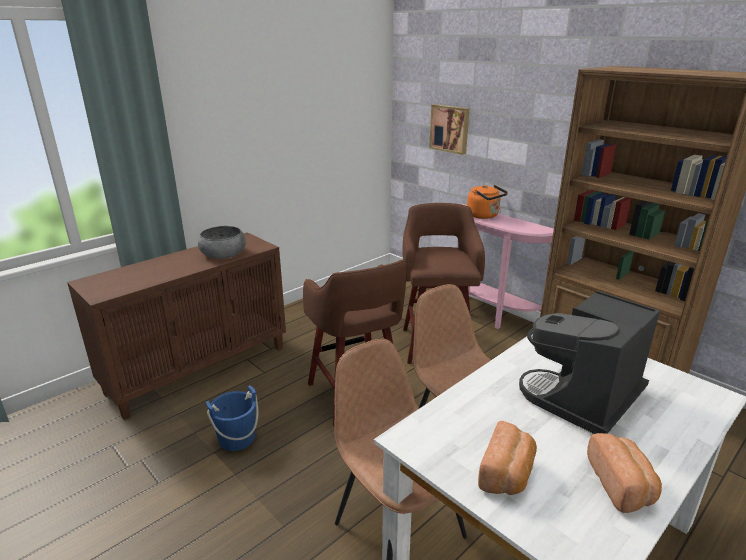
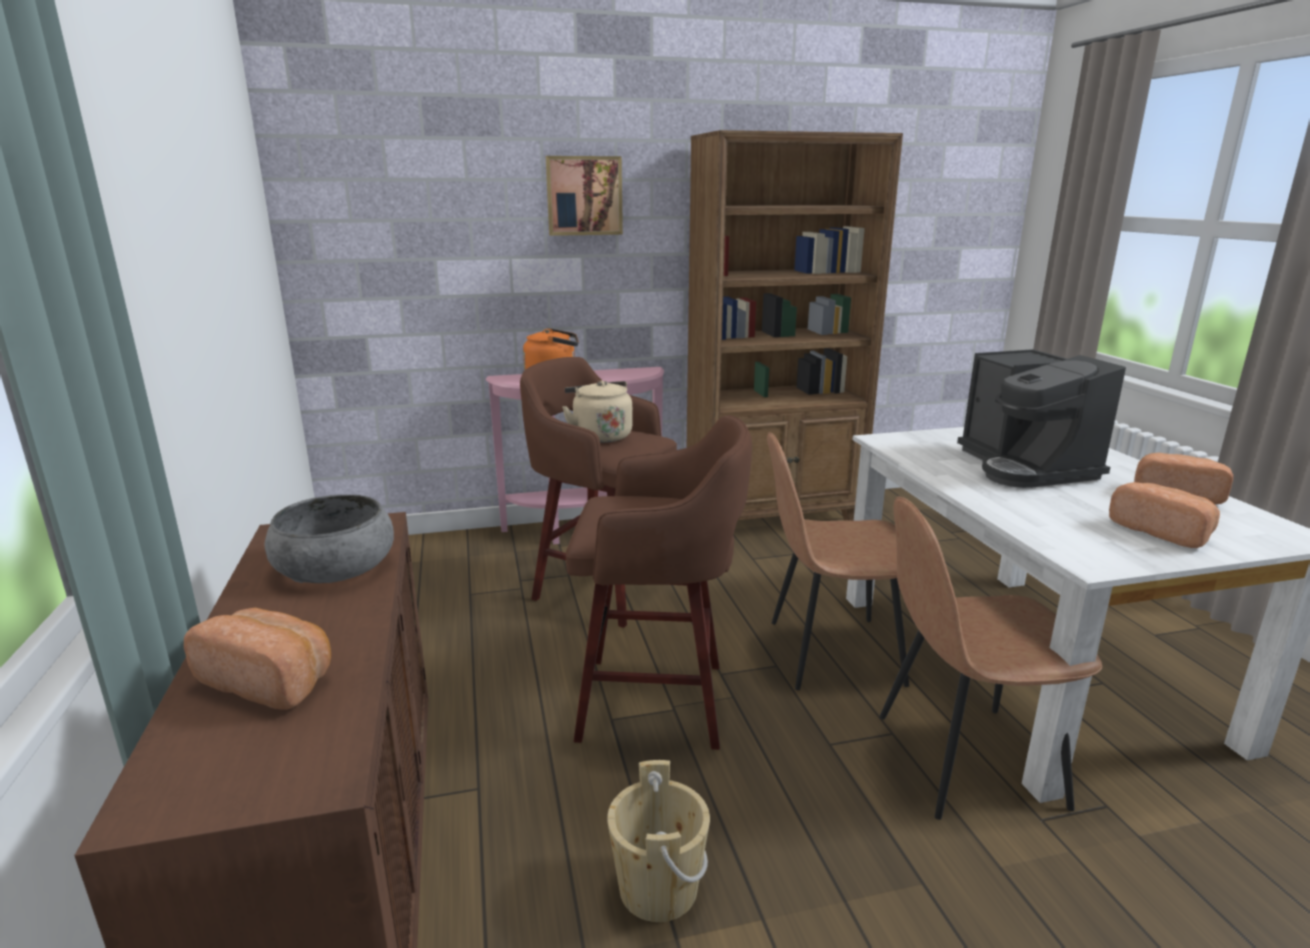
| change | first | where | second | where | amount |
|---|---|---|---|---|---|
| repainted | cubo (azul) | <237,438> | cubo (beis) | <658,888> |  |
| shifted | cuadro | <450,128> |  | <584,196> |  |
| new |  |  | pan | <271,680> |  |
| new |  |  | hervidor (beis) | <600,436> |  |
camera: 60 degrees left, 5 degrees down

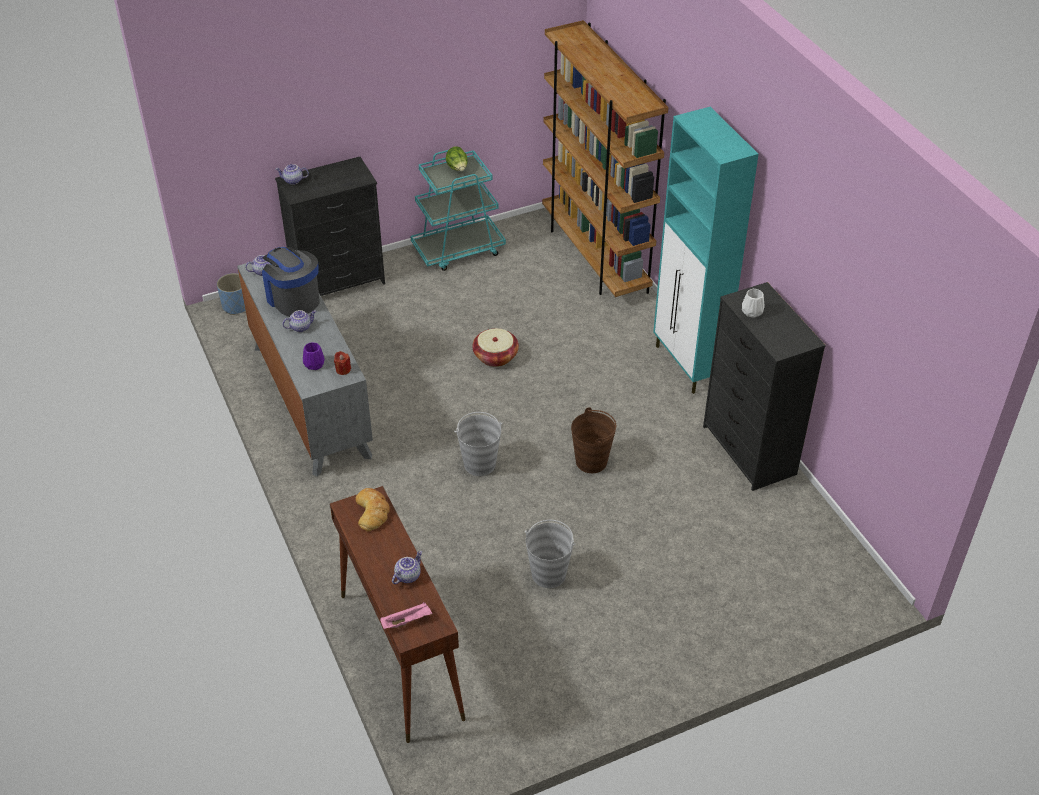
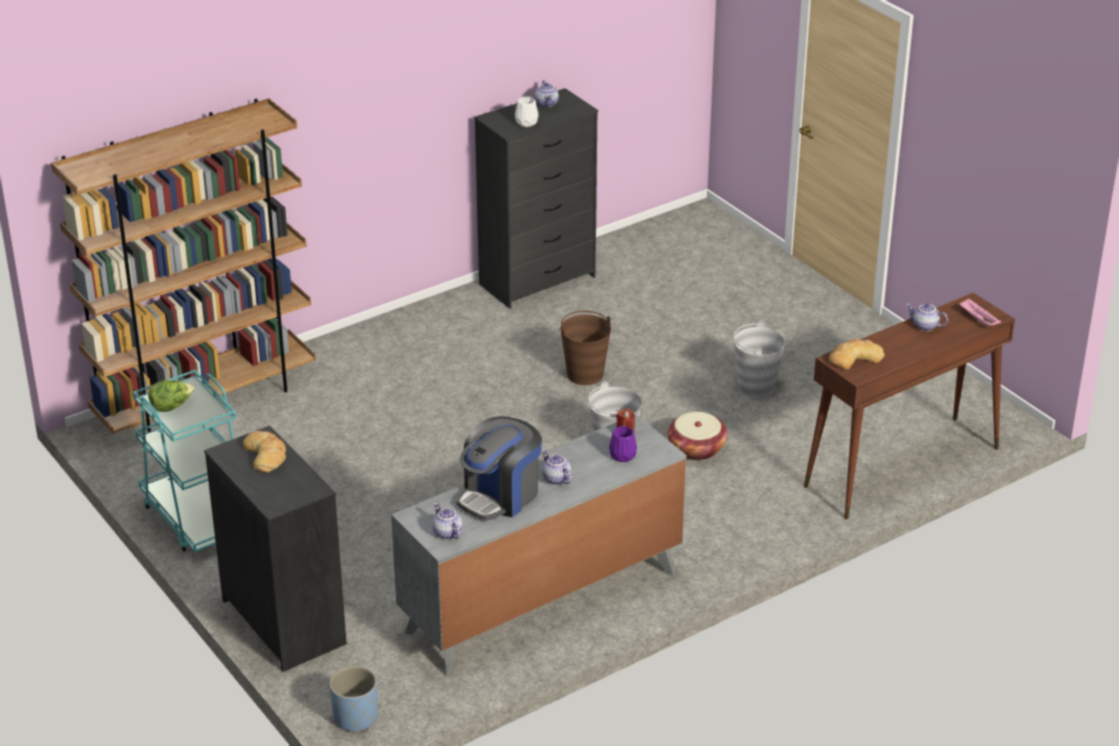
| change | first | where | second | where | amount |
|---|---|---|---|---|---|
| shifted | tetera | <293,181> |  | <547,104> |  |
| shifted | cesta | <495,356> |  | <696,448> |  |
| gone | armario (turquesa) | <688,366> |  |  |  |
| new |  |  | pan | <266,454> |  |
camera: 100 degrees left, 10 degrees down

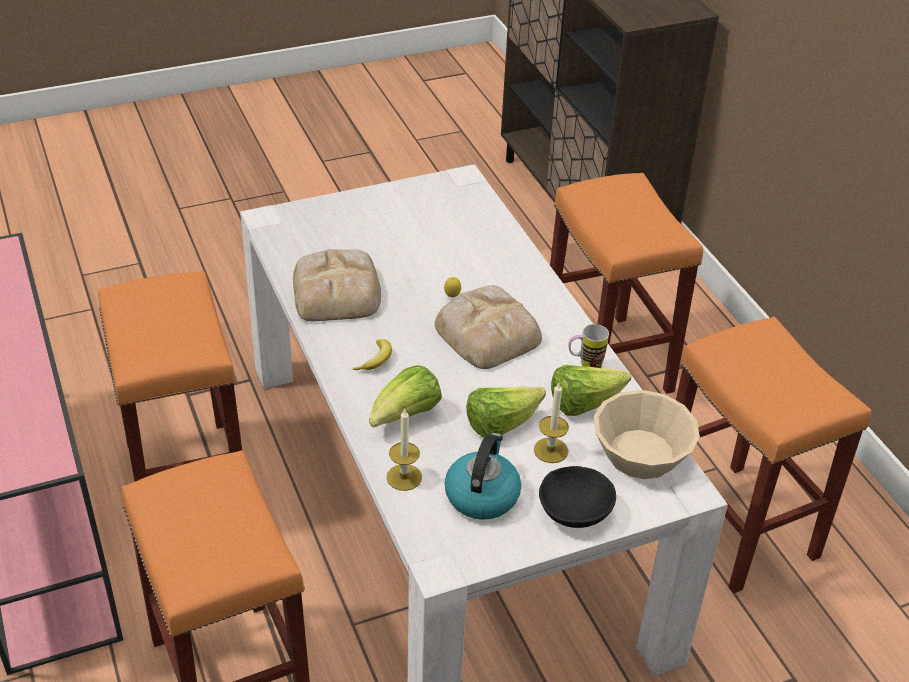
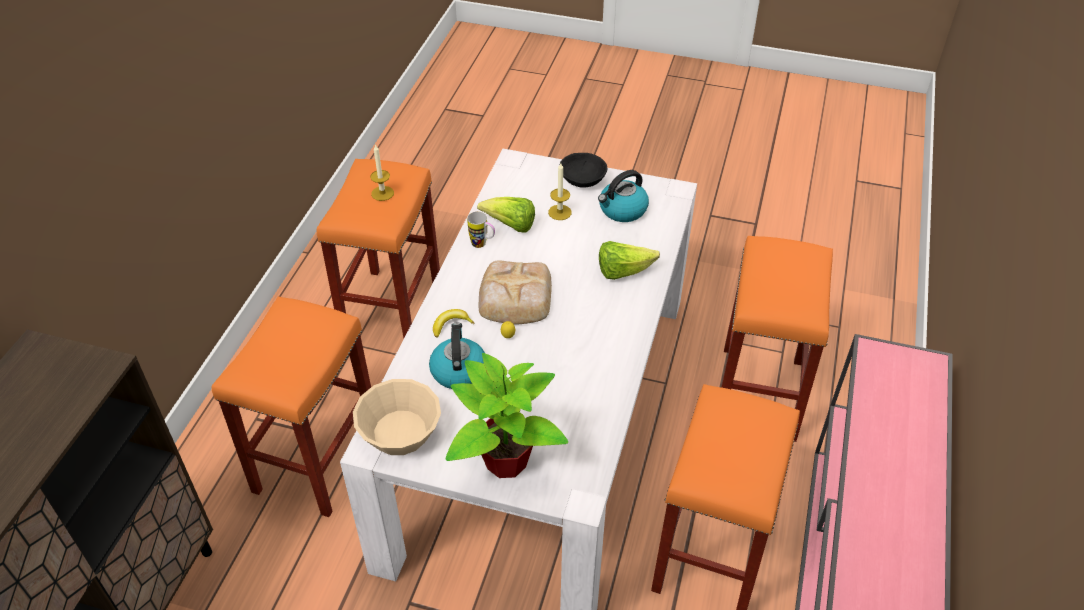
| change | first | where | second | where | amount |
|---|---|---|---|---|---|
| gone | pan | <337,291> |  |  |  |
| shifted | plátano | <376,360> |  | <451,325> |  |
| shifted | vela | <404,477> |  | <382,193> |  |
| gone | lechuga | <501,424> |  |  |  |
| shifted | cuenco (beis) | <641,453> |  | <400,431> |  |
| new |  |  | hervidor | <458,370> |  |
| new |  |  | planta en maceta | <505,461> |  |
camera: 140 degrees left, 5 degrees up

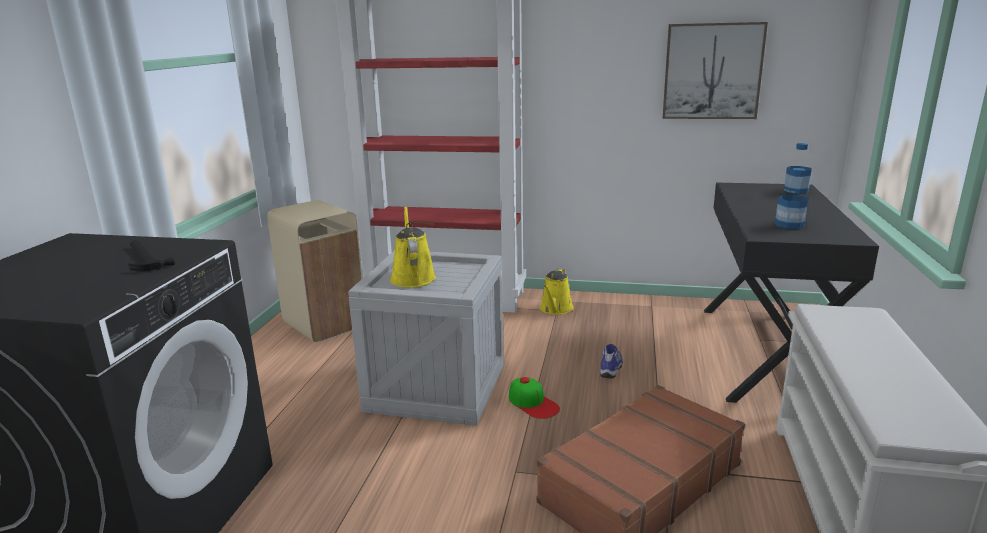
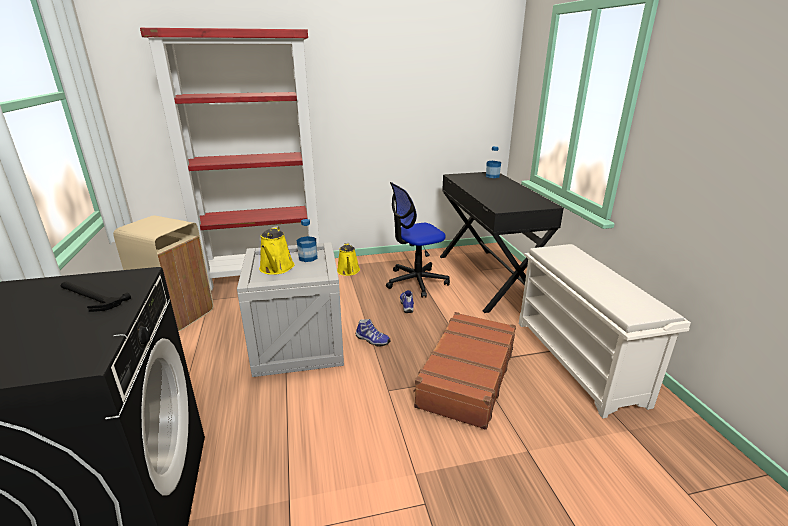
| change | first | where | second | where | amount |
|---|---|---|---|---|---|
| rotated | regadera (amarillo) | <412,277> |  | <276,268> | 150 degrees counterclockwise |
| swapped | gorra | <533,403> | zapato | <372,340> |  |
| gone | cuadro | <712,71> |  |  |  |
| shifted | botella | <789,225> |  | <308,258> |  |
| new |  |  | silla de oficina | <416,281> |  |
camera: 25 degrees left, 5 degrees up

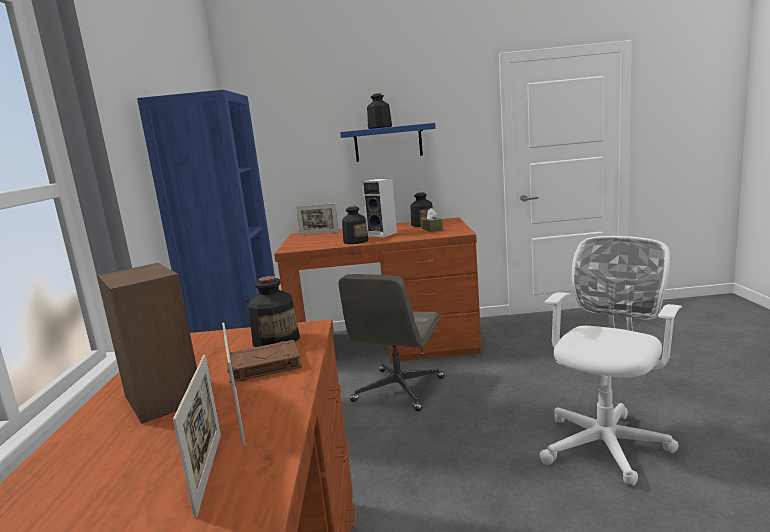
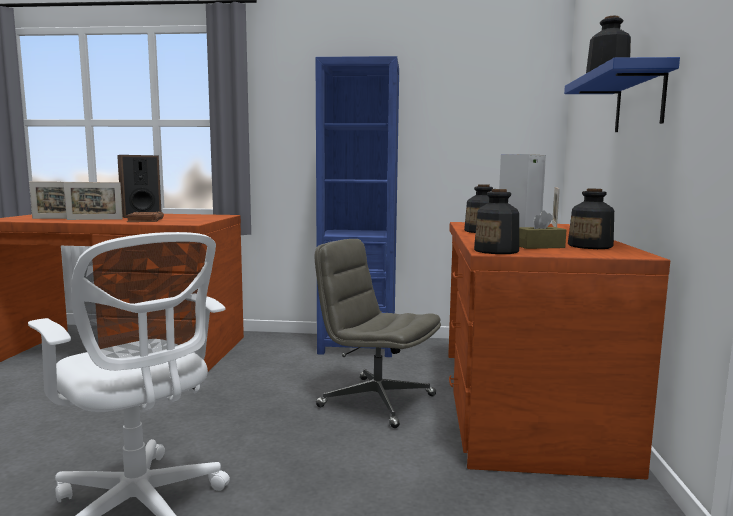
| change | first | where | second | where | amount |
|---|---|---|---|---|---|
| shifted | botella | <276,340> |  | <496,251> |  |
camera: 95 degrees right, 5 degrees down

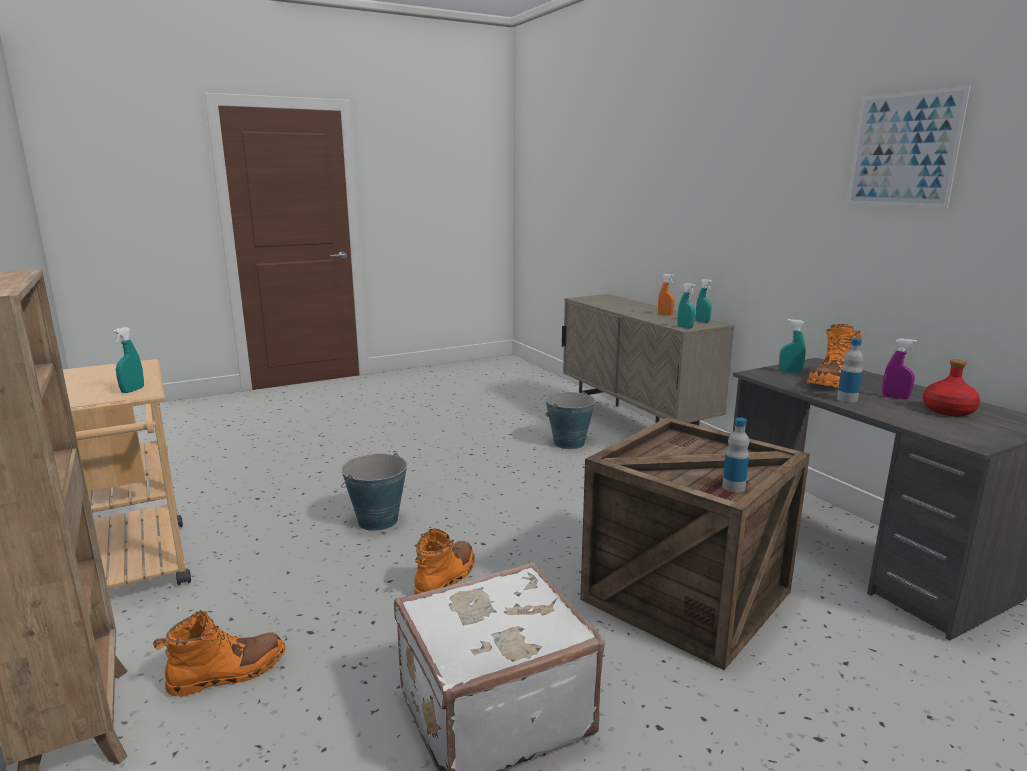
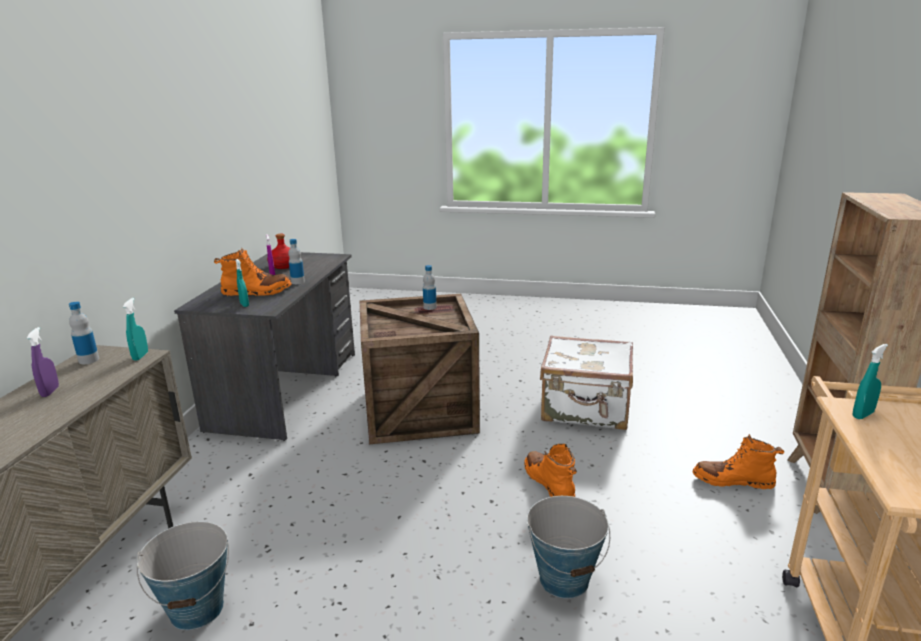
| change | first | where | second | where | amount |
|---|---|---|---|---|---|
| rotated | bota (naranja) | <446,578> |  | <549,483> | 90 degrees clockwise |
| repainted | pulverizador (naranja) | <665,314> | pulverizador (morado) | <50,391> |  |
| swapped | pulverizador (turquesa) | <702,321> | botella | <89,360> |  |
| gone | cuadro | <903,150> |  |  |  |
camera: 140 degrees left, 5 degrees up

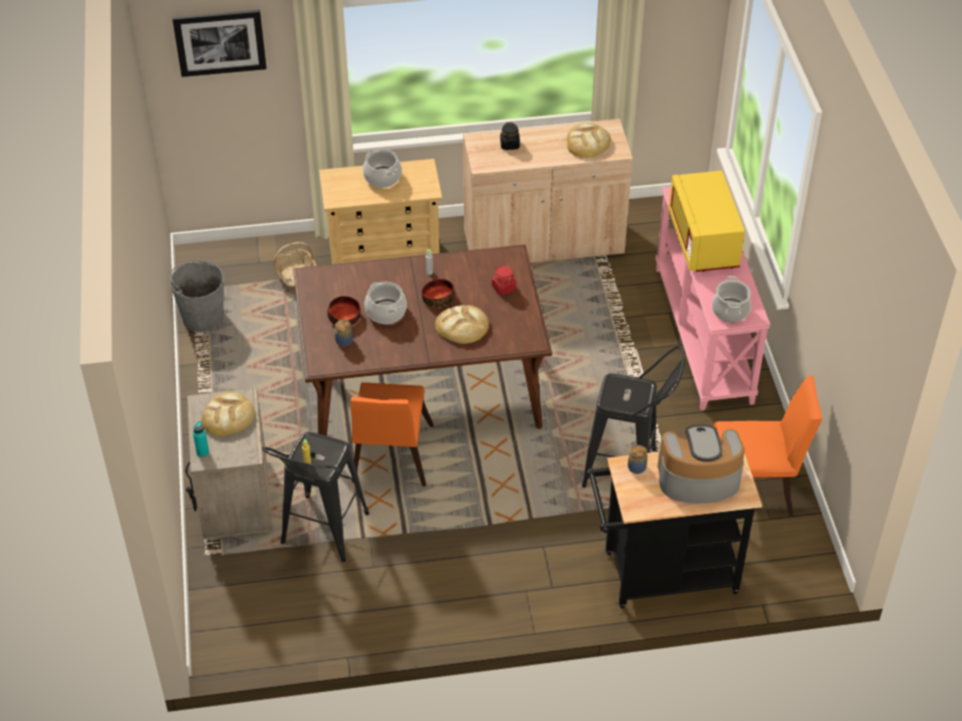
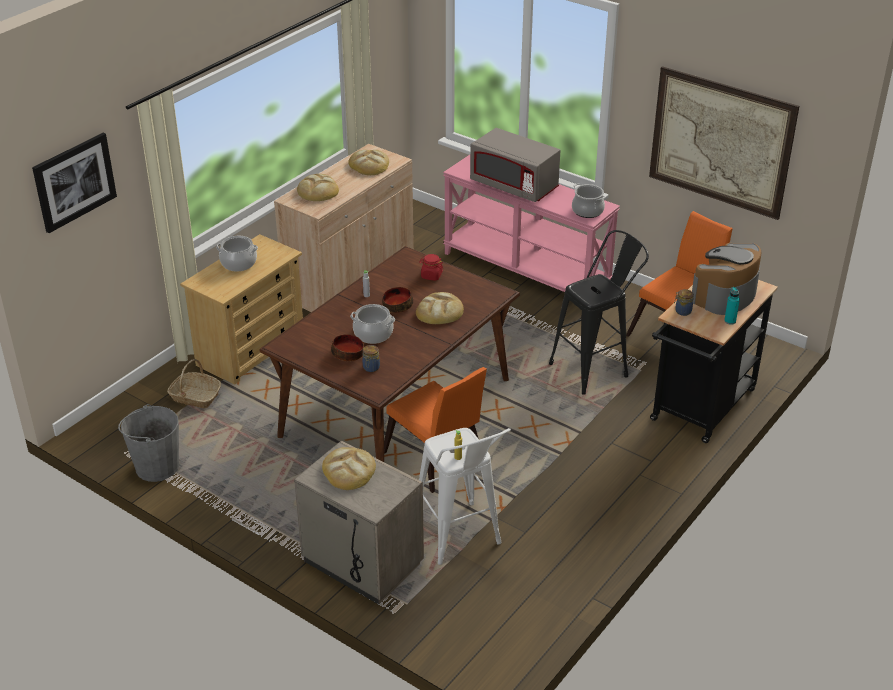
| change | first | where | second | where | amount |
|---|---|---|---|---|---|
| shifted | botella (turquesa) | <202,452> |  | <730,321> |  |
| repainted | taburete (negro) | <320,535> | taburete (blanco) | <460,540> |  |
| swapped | tarro (negro) | <509,145> | pan | <318,191> |  |
| repainted | microondas (amarillo) | <703,242> | microondas (gris) | <514,186> |  |
| new |  |  | cuadro | <720,142> |  |
camera: 45 degrees left, 10 degrees down

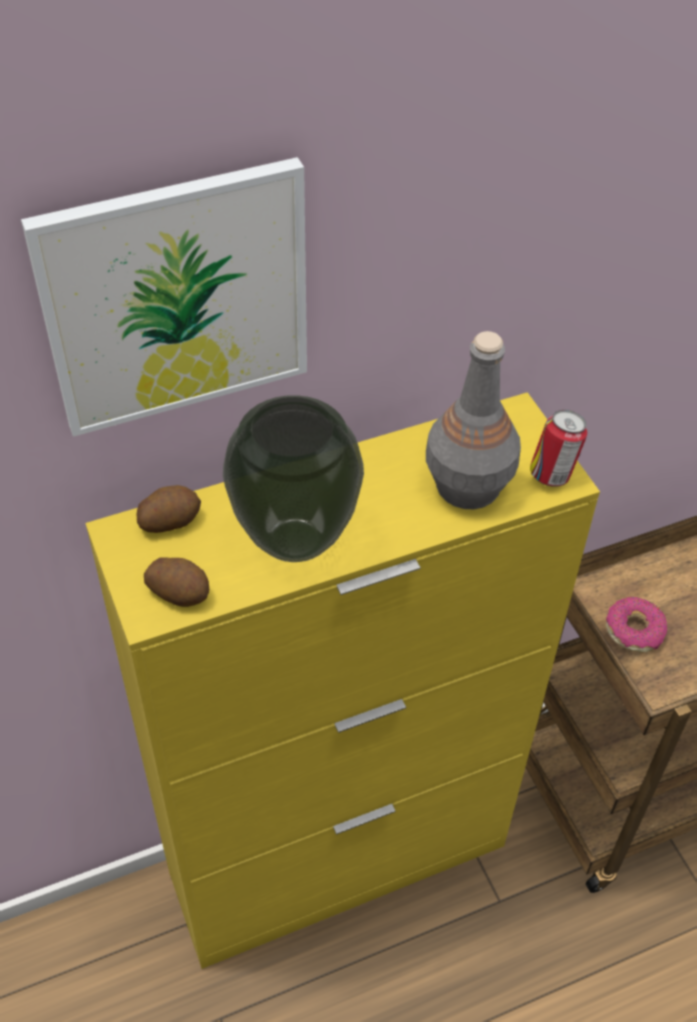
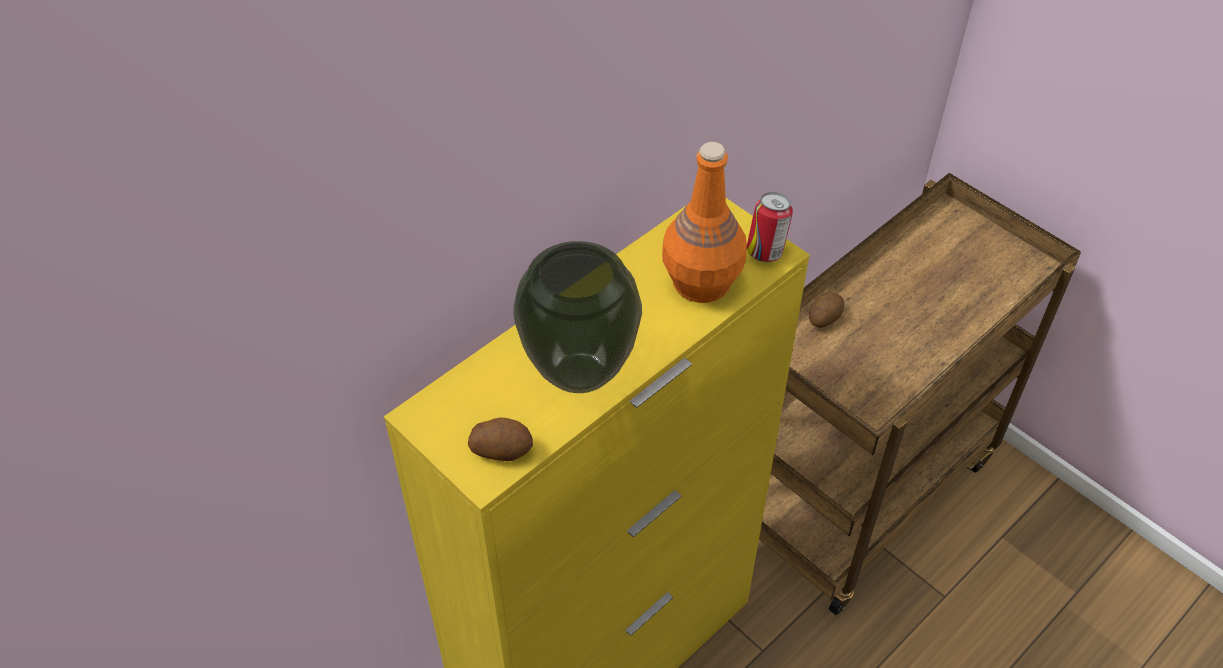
| change | first | where | second | where | amount |
|---|---|---|---|---|---|
| gone | cuadro | <177,298> |  |  |  |
| shifted | patata | <169,520> |  | <824,318> |  |
| repainted | botella (gris) | <466,486> | botella (naranja) | <700,282> |  |
| gone | rosquilla | <634,630> |  |  |  |
camera: 20 degrees left, 0 degrees up

